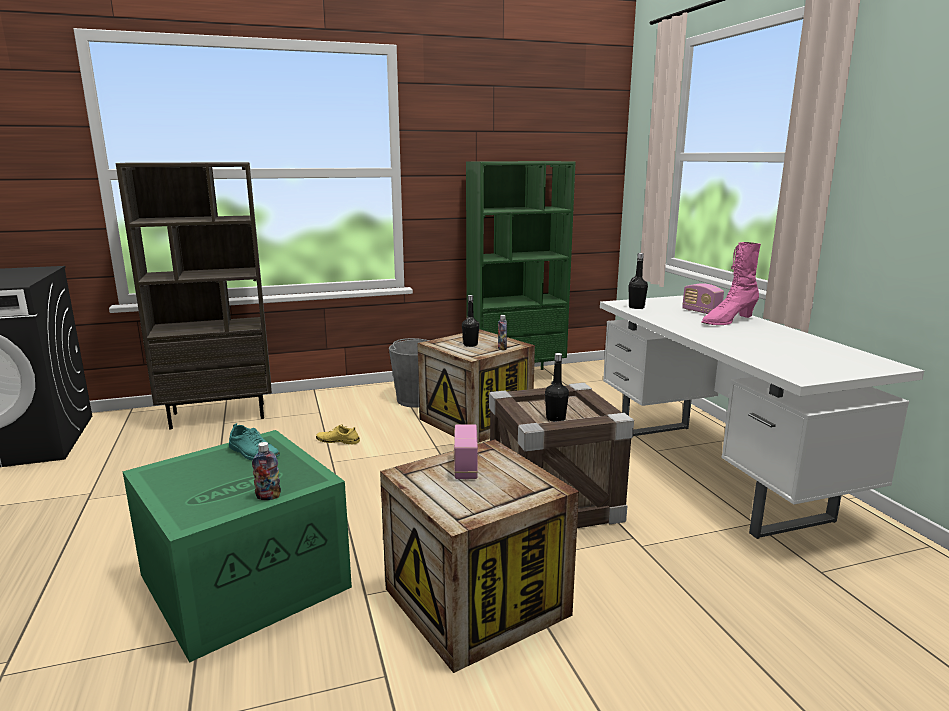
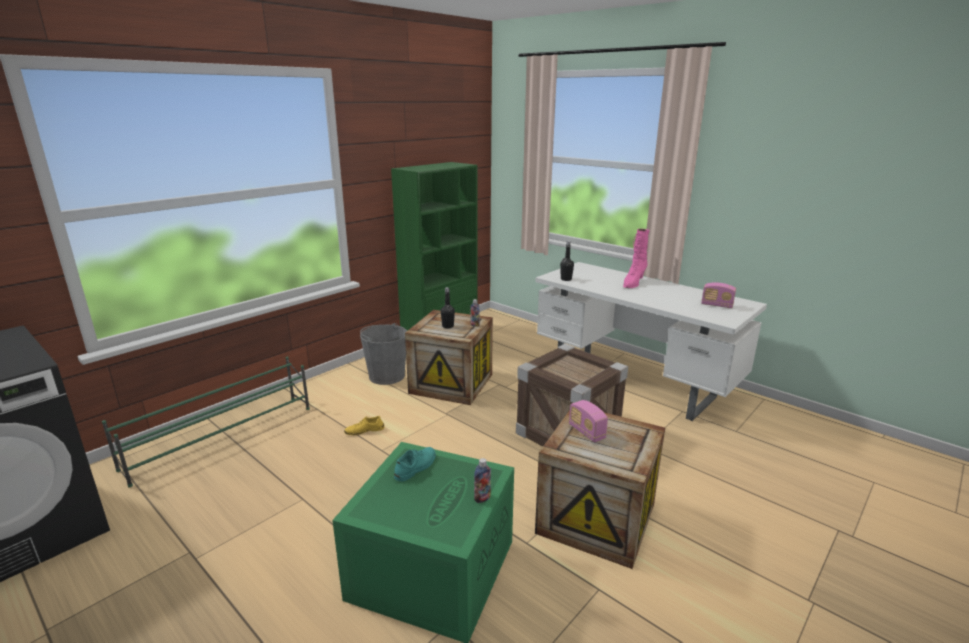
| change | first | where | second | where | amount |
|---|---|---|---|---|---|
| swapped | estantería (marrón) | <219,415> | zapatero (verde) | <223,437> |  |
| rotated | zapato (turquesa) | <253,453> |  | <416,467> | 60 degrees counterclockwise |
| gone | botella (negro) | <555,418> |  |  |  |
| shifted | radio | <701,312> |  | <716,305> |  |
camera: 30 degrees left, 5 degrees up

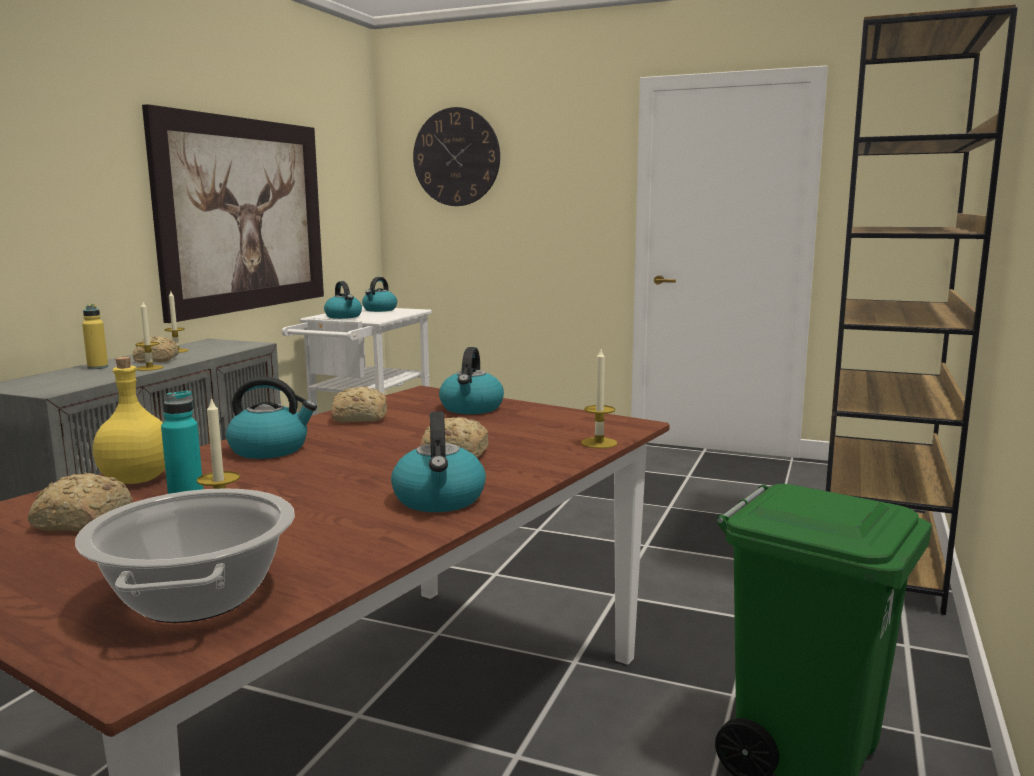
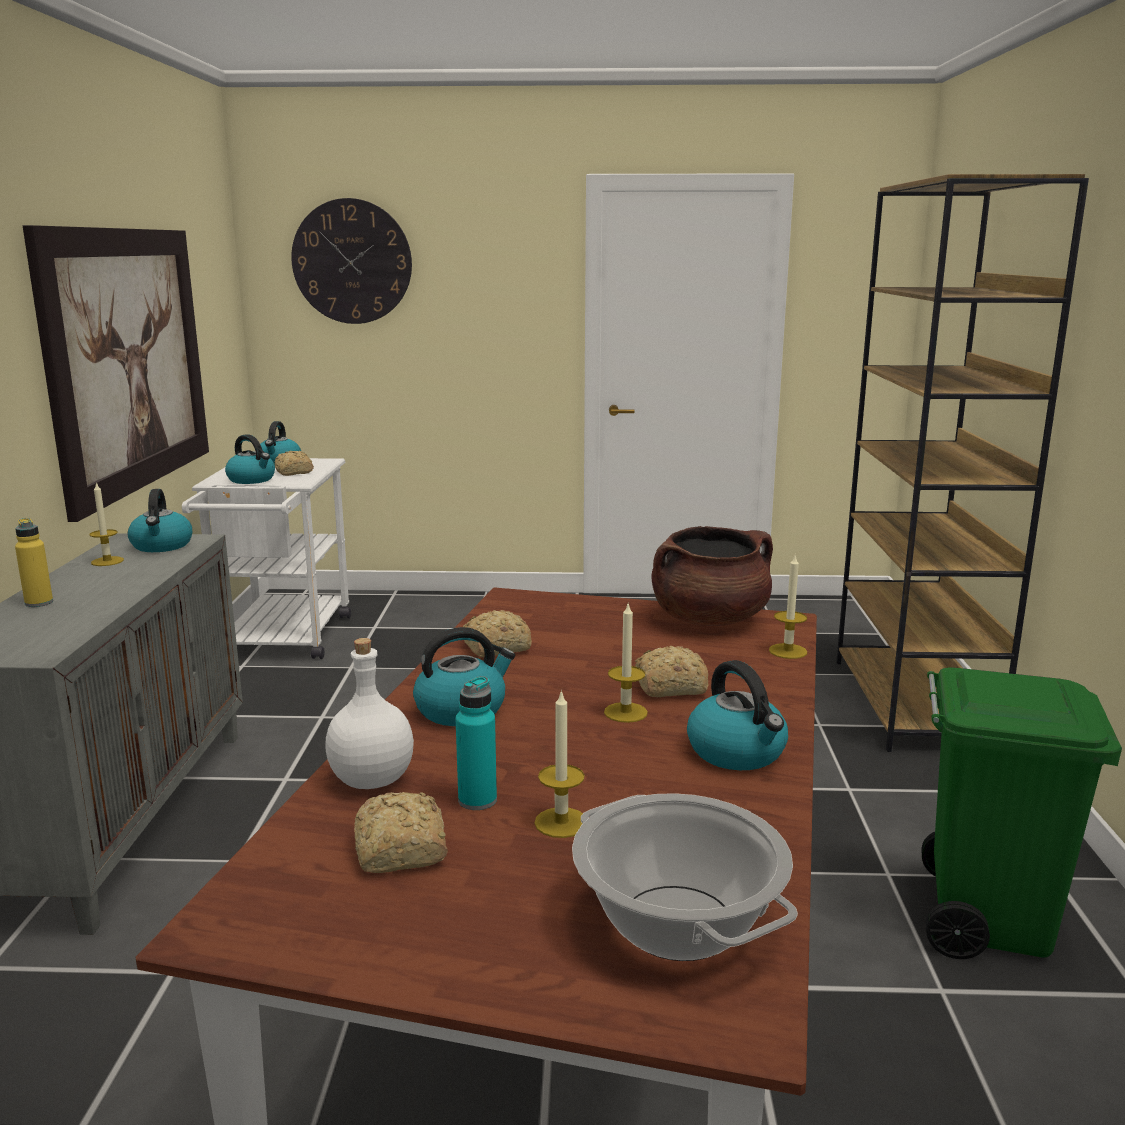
| change | first | where | second | where | amount |
|---|---|---|---|---|---|
| repainted | botella (amarillo) | <135,480> | botella (blanco) | <370,780> |  |
| shifted | pan | <156,360> |  | <293,472> |  |
| shifted | vela | <149,368> |  | <625,712> |  |
| shifted | hervidor | <471,408> |  | <162,546> |  |
| new |  |  | olla (marrón) | <709,619> |  |
camera: 20 degrees left, 5 degrees up

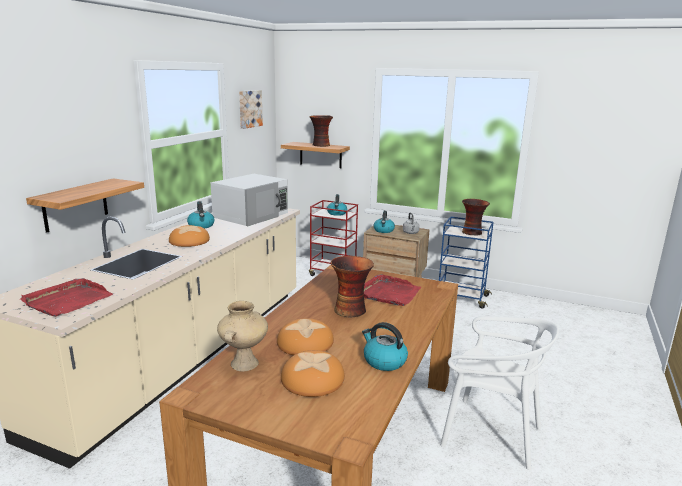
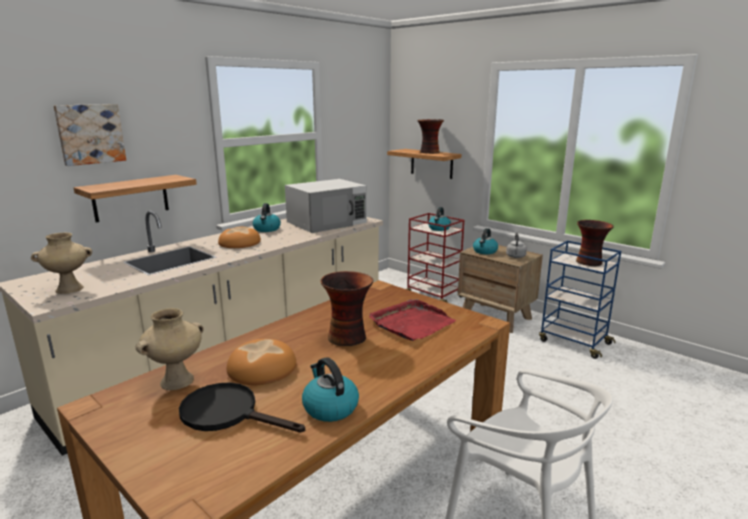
| change | first | where | second | where | amount |
|---|---|---|---|---|---|
| swapped | bandeja (rojo) | <67,300> | florero (beis) | <70,289> |  |
| shifted | cuadro | <249,108> |  | <90,134> |  |
| swapped | pan | <312,378> | sartén (negro) | <228,413> |  |
camera: 20 degrees right, 0 degrees up

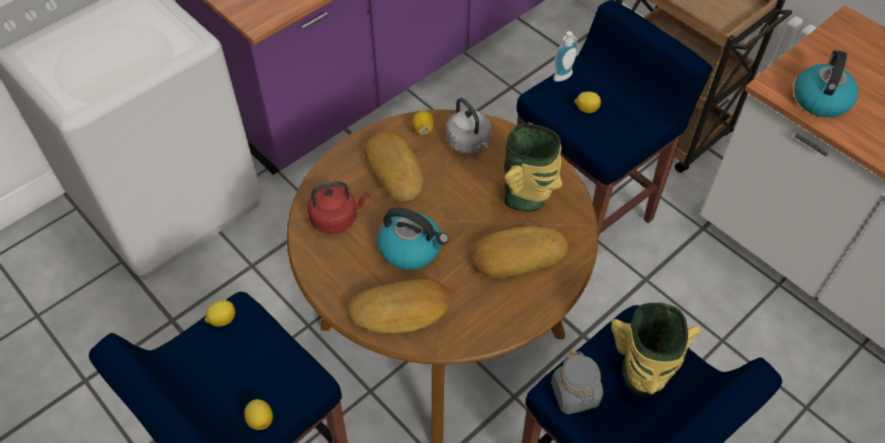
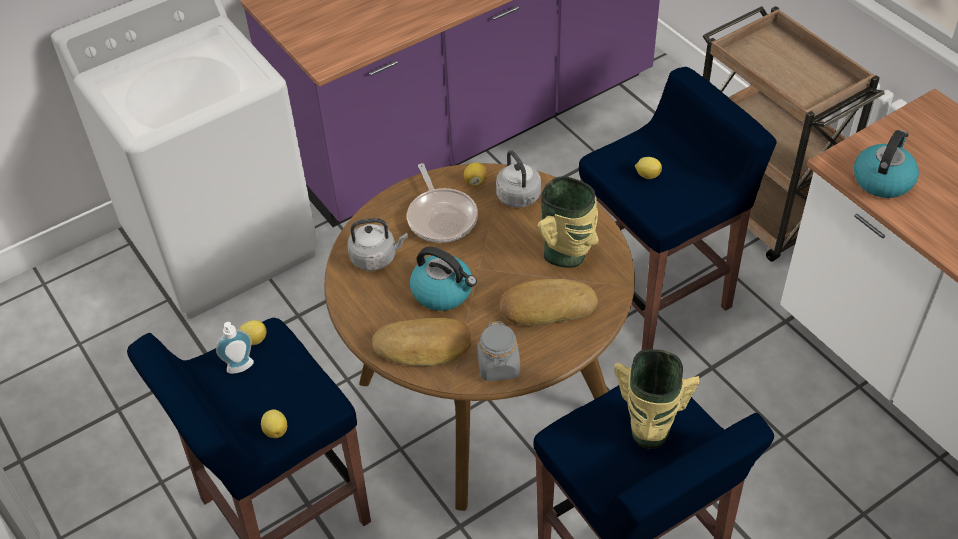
| change | first | where | second | where | amount |
|---|---|---|---|---|---|
| repainted | hervidor (rojo) | <337,218> | hervidor (gris) | <376,257> |  |
| swapped | pan | <395,169> | sartén | <441,217> |  |
| shifted | tarro (gris) | <575,394> |  | <499,366> |  |
| shifted | dispensador de jabón | <564,77> |  | <241,369> |  |
camera: 10 degrees right, 5 degrees down

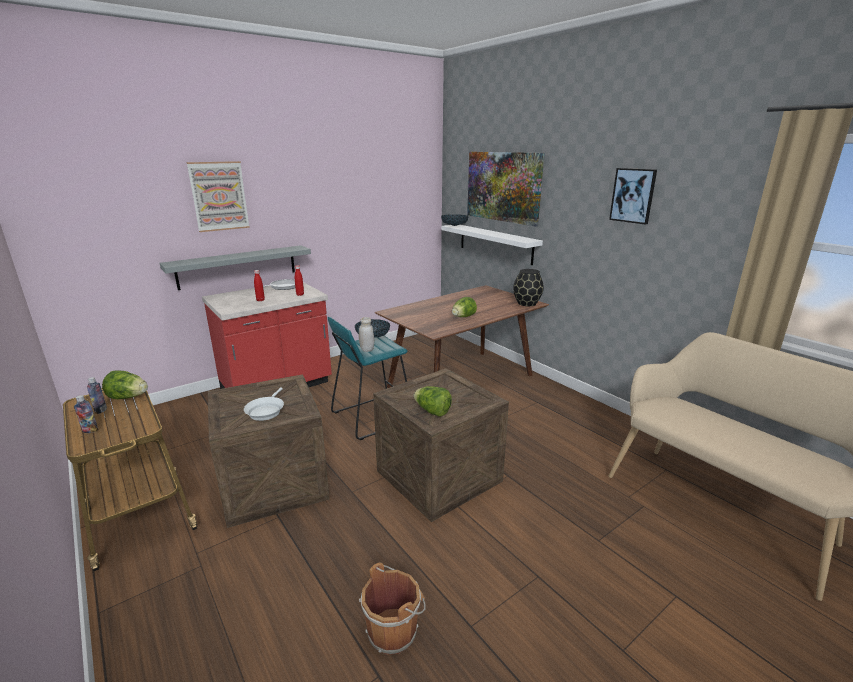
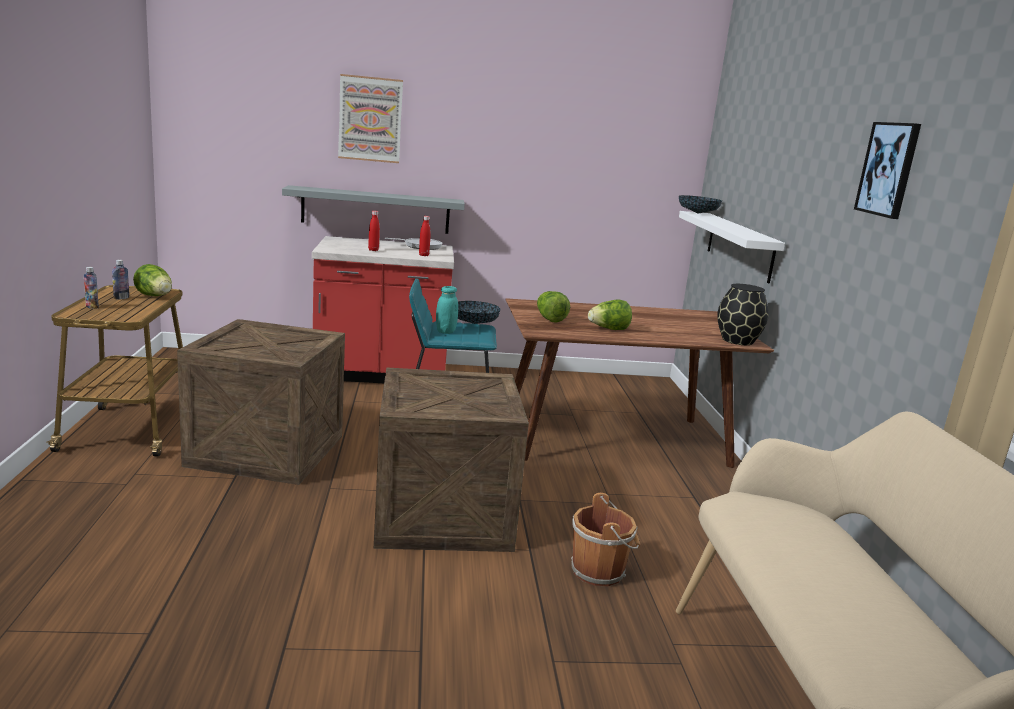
| change | first | where | second | where | amount |
|---|---|---|---|---|---|
| gone | sartén (blanco) | <266,411> |  |  |  |
| repainted | tarro (blanco) | <367,349> | tarro (turquesa) | <445,331> |  |
| shifted | cubo (marrón) | <394,630> |  | <600,571> |  |
| shifted | lechuga | <432,411> |  | <549,319> |  |
| gone | cuadro | <503,187> |  |  |  |
camera: 30 degrees right, 5 degrees down

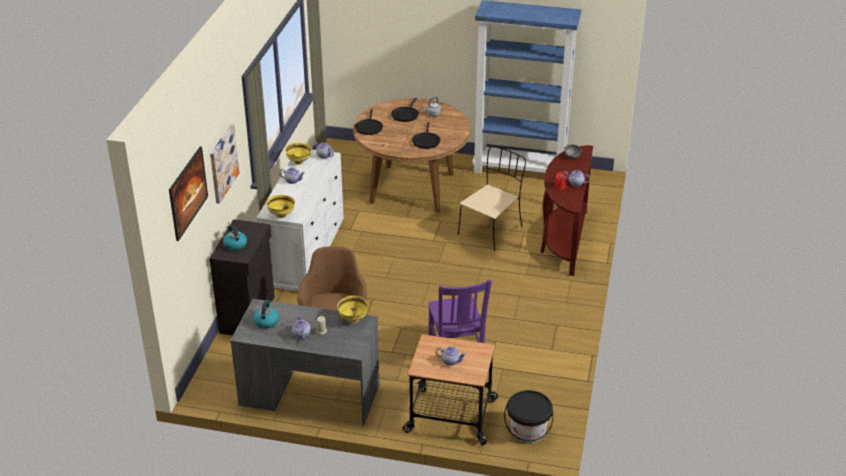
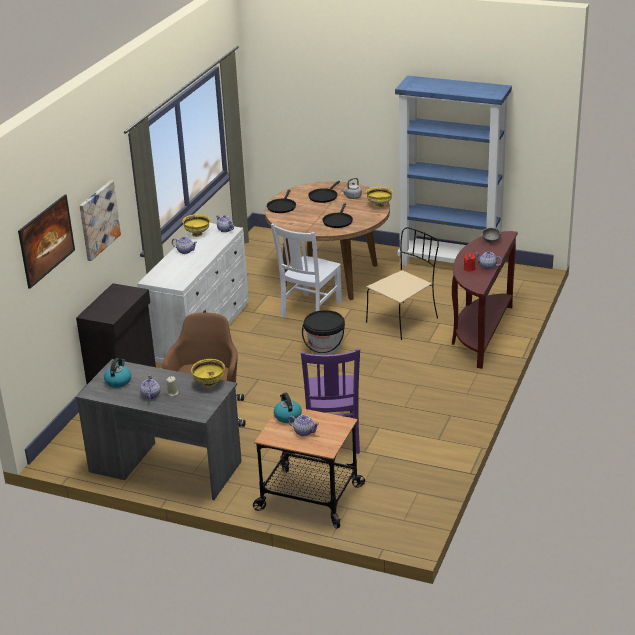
| change | first | where | second | where | amount |
|---|---|---|---|---|---|
| shifted | hervidor | <235,244> |  | <287,416> |  |
| shifted | cuenco (amarillo) | <281,215> |  | <379,205> |  |
| shifted | cubo (negro) | <528,430> |  | <325,347> |  |
| new |  |  | silla (blanco) | <309,310> |  |
camera: 10 degrees right, 5 degrees down

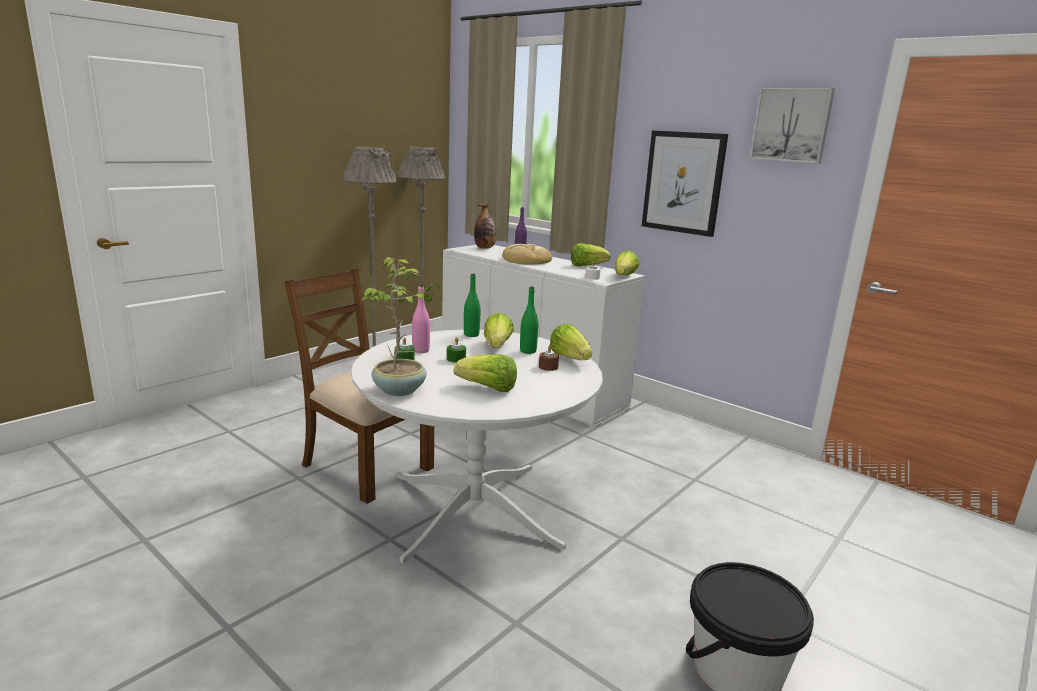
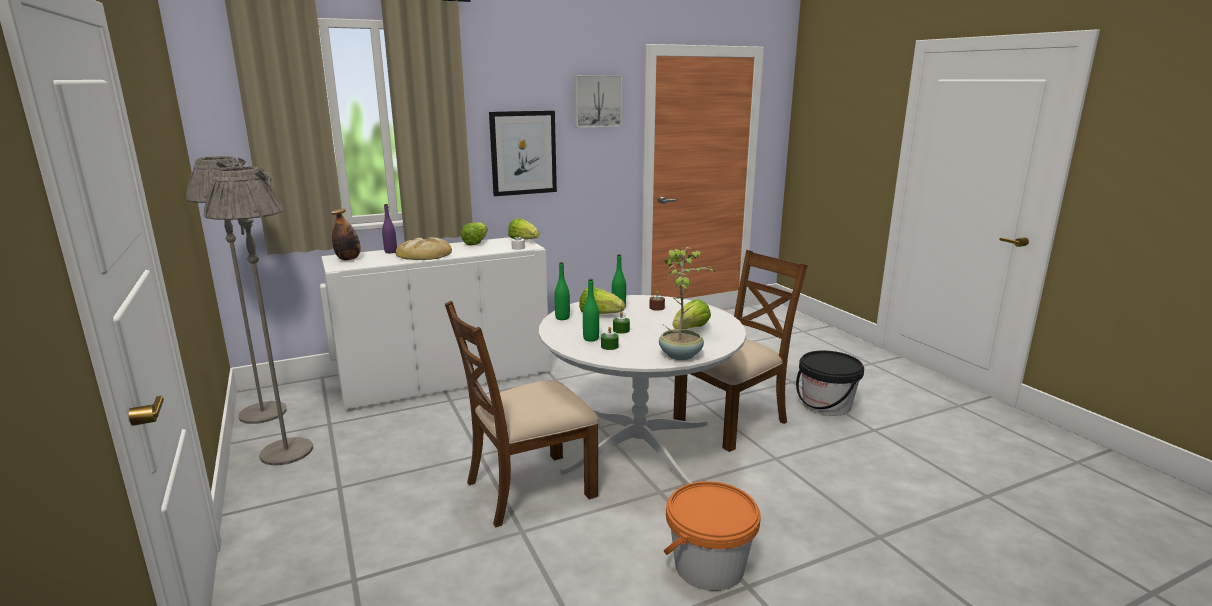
| change | first | where | second | where | amount |
|---|---|---|---|---|---|
| repainted | botella (rosa) | <421,350> | botella (verde) | <591,339> |  |
| gone | lechuga | <570,358> |  |  |  |
| new |  |  | cubo (naranja) | <709,566> |  |
| new |  |  | silla (marrón) | <732,421> |  |
camera: 65 degrees left, 0 degrees up

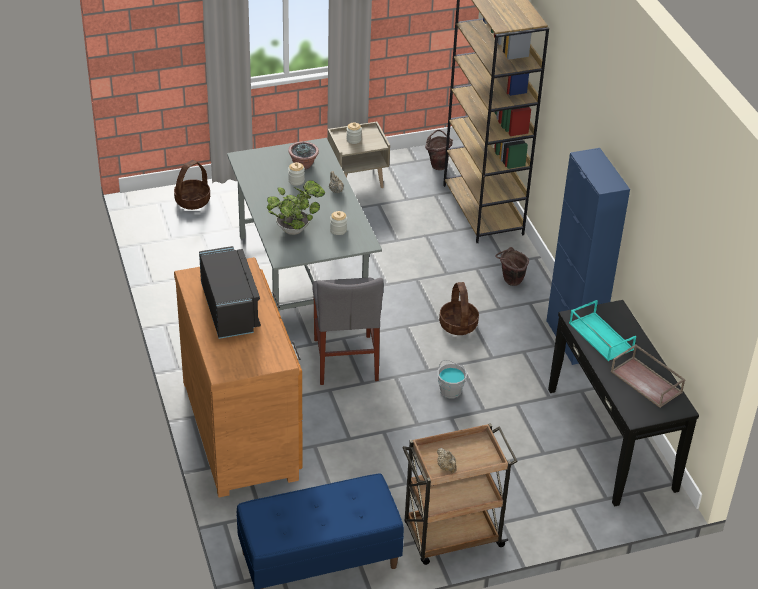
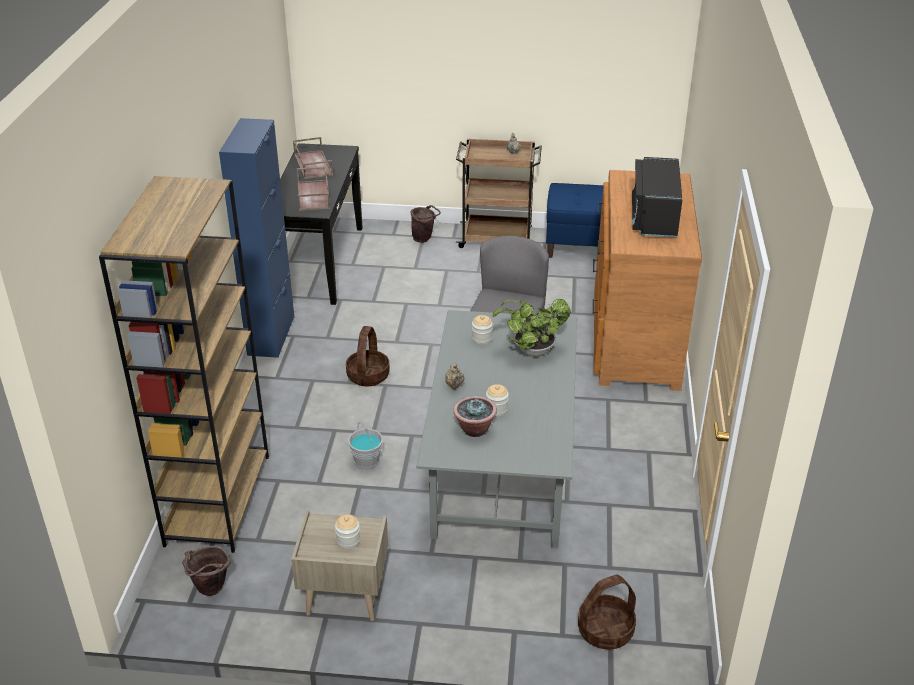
| change | first | where | second | where | amount |
|---|---|---|---|---|---|
| shifted | cubo (gris) | <450,391> |  | <367,461> |  |
| shifted | cubo (marrón) | <510,282> |  | <424,239> |  |
| repainted | bandeja (turquesa) | <600,336> | bandeja (marrón) | <314,196> |  |
camera: 155 degrees left, 5 degrees down

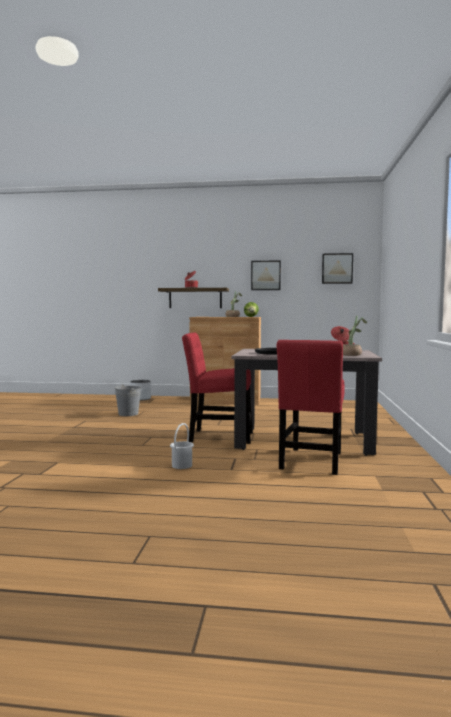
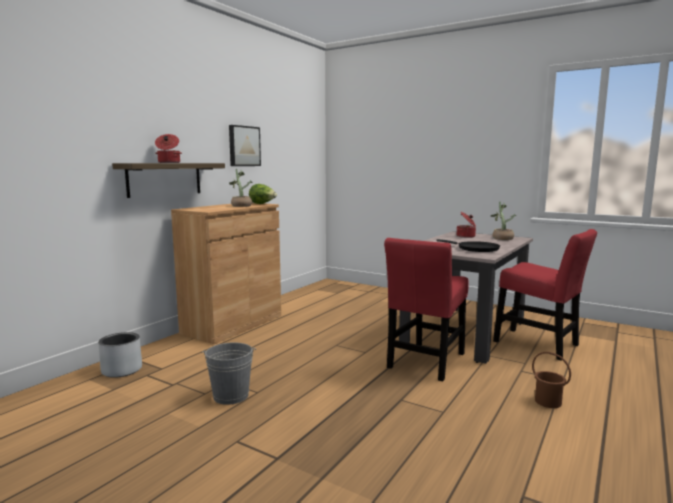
| change | first | where | second | where | amount |
|---|---|---|---|---|---|
| repainted | cubo (blanco) | <182,465> | cubo (marrón) | <548,401> |  |
| gone | cuadro | <337,268> |  |  |  |
camera: 65 degrees left, 5 degrees up

